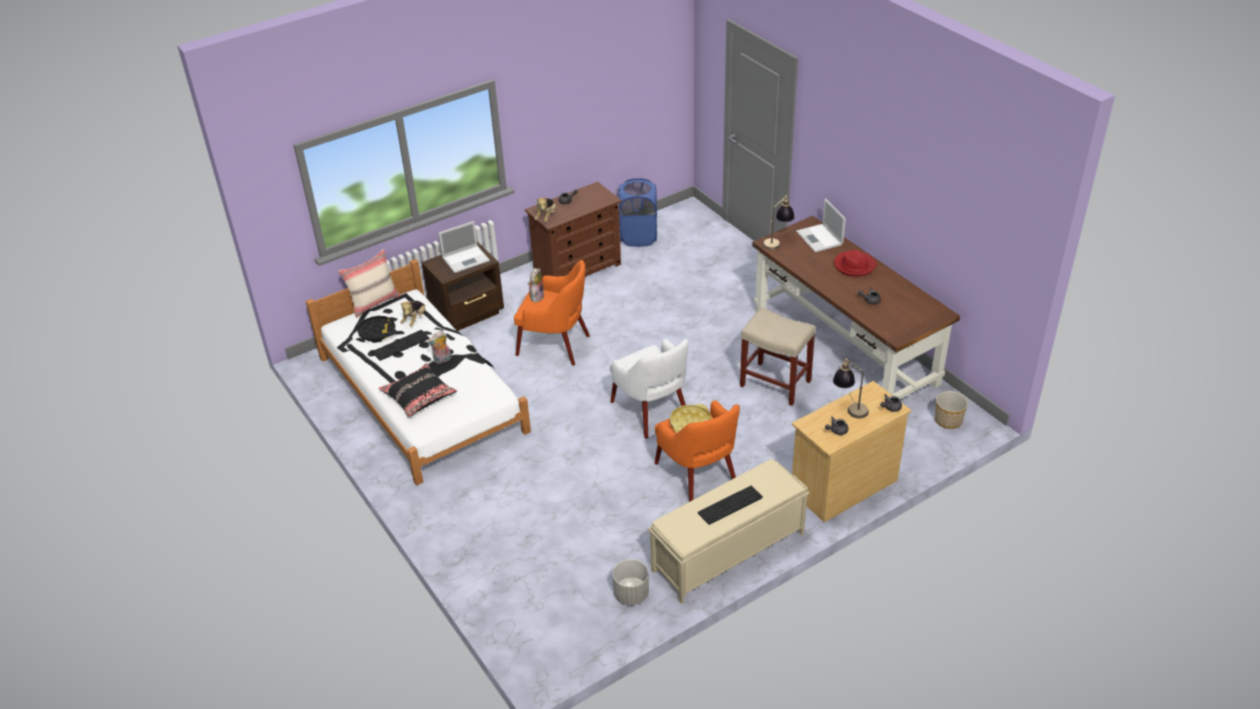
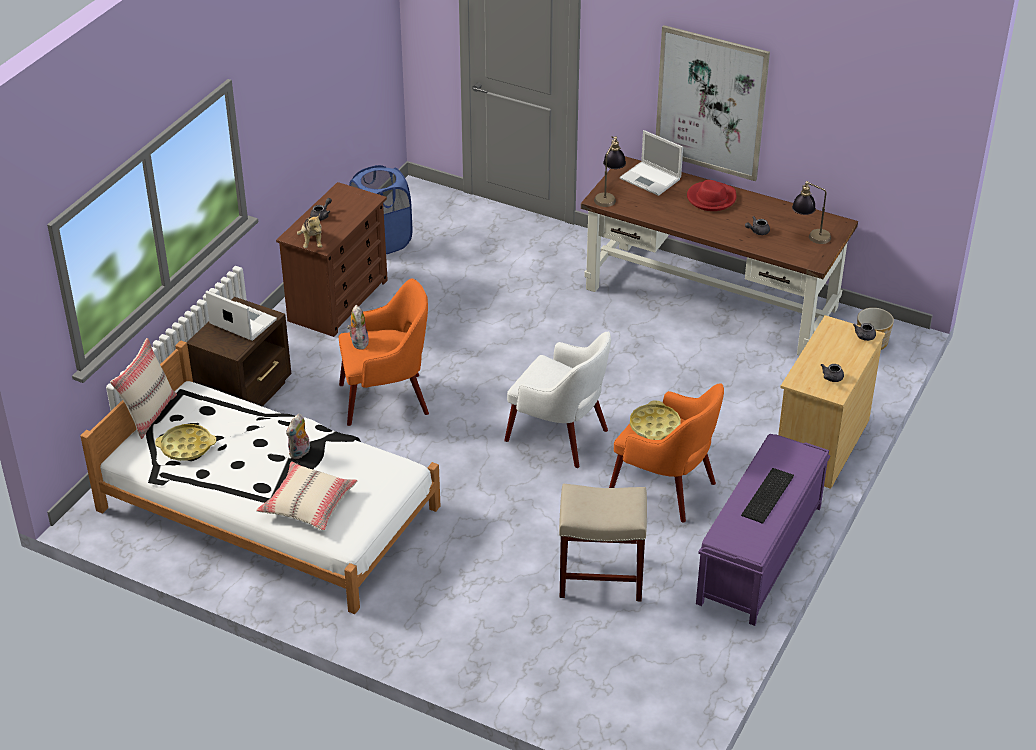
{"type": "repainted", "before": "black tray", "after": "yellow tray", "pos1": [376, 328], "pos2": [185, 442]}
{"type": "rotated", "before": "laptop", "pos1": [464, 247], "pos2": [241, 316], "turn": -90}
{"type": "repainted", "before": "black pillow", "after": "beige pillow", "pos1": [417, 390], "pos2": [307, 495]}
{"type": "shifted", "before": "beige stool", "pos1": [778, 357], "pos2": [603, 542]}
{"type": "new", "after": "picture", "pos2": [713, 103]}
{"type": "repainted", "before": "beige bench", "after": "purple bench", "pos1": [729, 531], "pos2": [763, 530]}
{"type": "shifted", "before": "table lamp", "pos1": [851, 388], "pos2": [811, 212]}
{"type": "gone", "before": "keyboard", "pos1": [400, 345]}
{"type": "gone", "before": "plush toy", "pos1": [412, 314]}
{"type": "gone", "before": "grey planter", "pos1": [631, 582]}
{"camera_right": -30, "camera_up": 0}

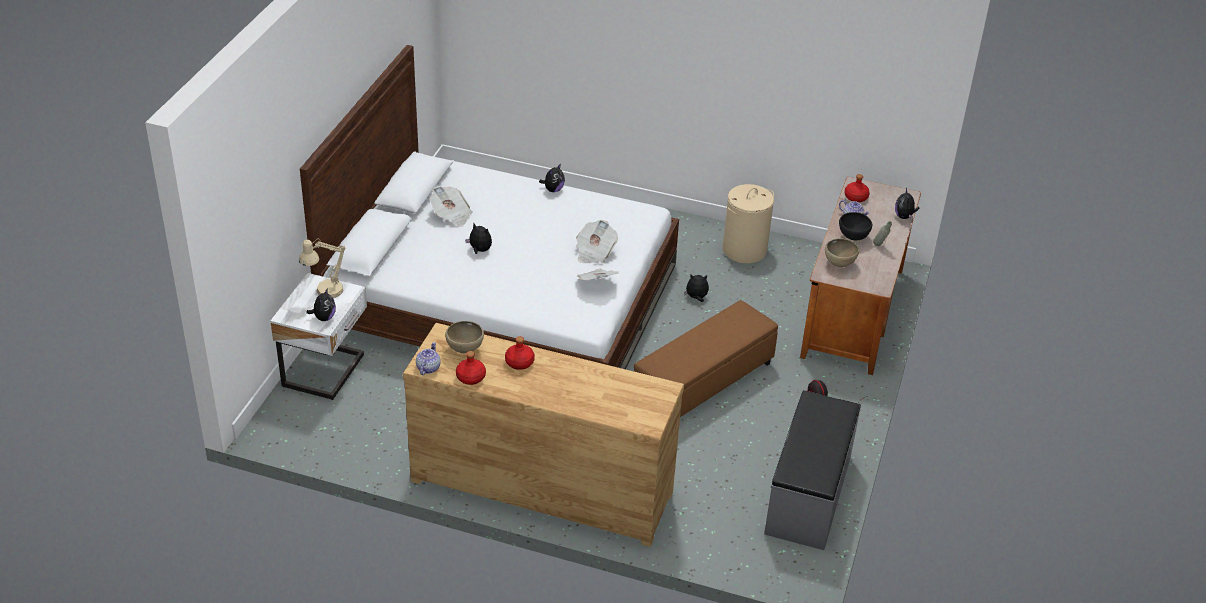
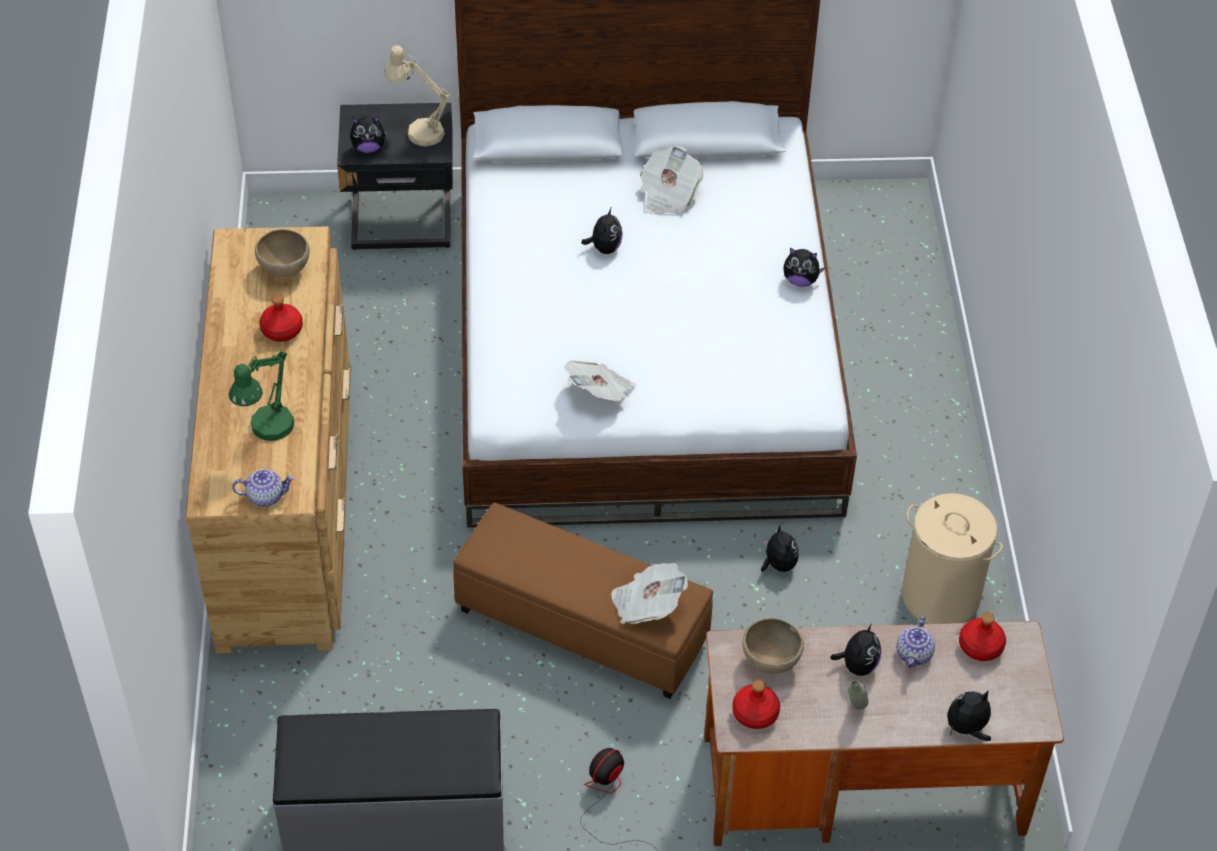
{"type": "new", "after": "green table lamp", "pos2": [261, 395]}
{"type": "shifted", "before": "teapot", "pos1": [428, 358], "pos2": [263, 488]}
{"type": "repainted", "before": "white nightstand", "after": "black nightstand", "pos1": [318, 336], "pos2": [395, 176]}
{"type": "shifted", "before": "newspaper", "pos1": [597, 241], "pos2": [649, 593]}
{"type": "shifted", "before": "red bottle", "pos1": [471, 368], "pos2": [756, 704]}
{"type": "swapped", "before": "black bowl", "after": "plush toy", "pos1": [856, 226], "pos2": [855, 650]}
{"camera_right": 70, "camera_up": 10}

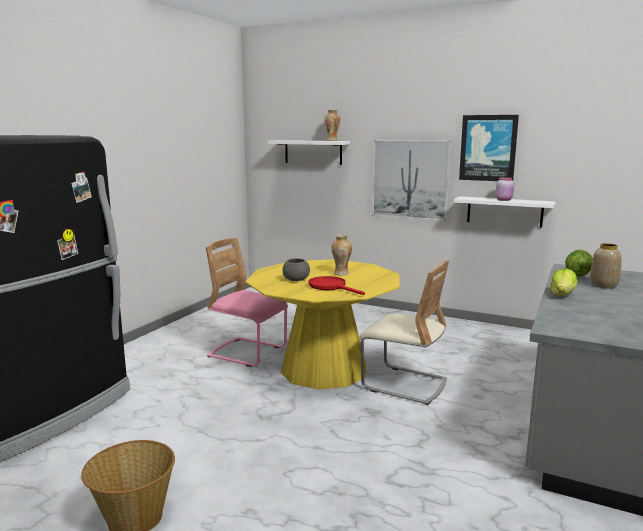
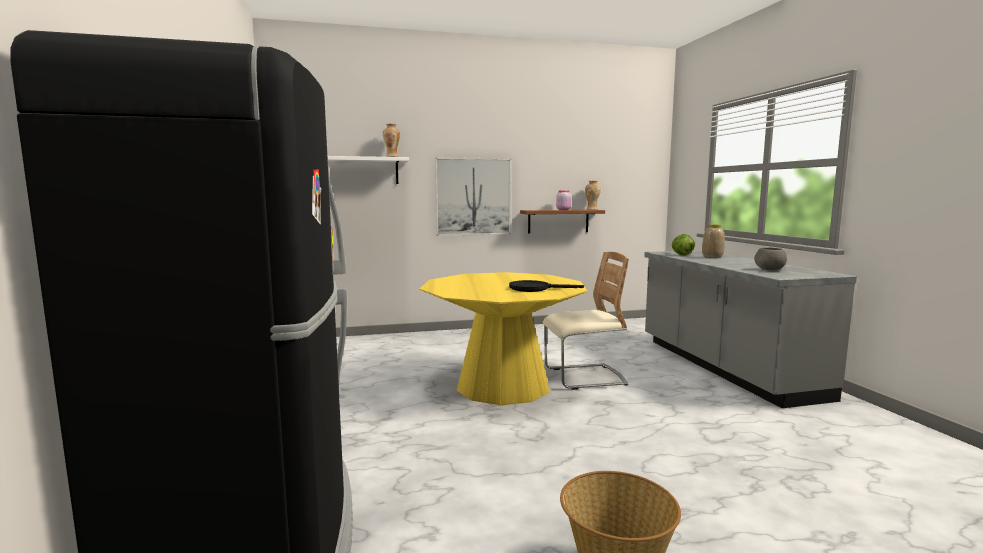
{"type": "repainted", "before": "red frying pan", "after": "black frying pan", "pos1": [336, 285], "pos2": [546, 286]}
{"type": "repainted", "before": "white shelf", "after": "brown shelf", "pos1": [505, 212], "pos2": [562, 221]}
{"type": "shifted", "before": "vase", "pos1": [341, 255], "pos2": [593, 195]}
{"type": "shifted", "before": "grey bowl", "pos1": [296, 269], "pos2": [770, 259]}
{"type": "gone", "before": "pink chair", "pos1": [247, 302]}
{"type": "gone", "before": "picture", "pos1": [489, 148]}
{"type": "gone", "before": "lettuce", "pos1": [564, 282]}
{"camera_right": -40, "camera_up": -5}

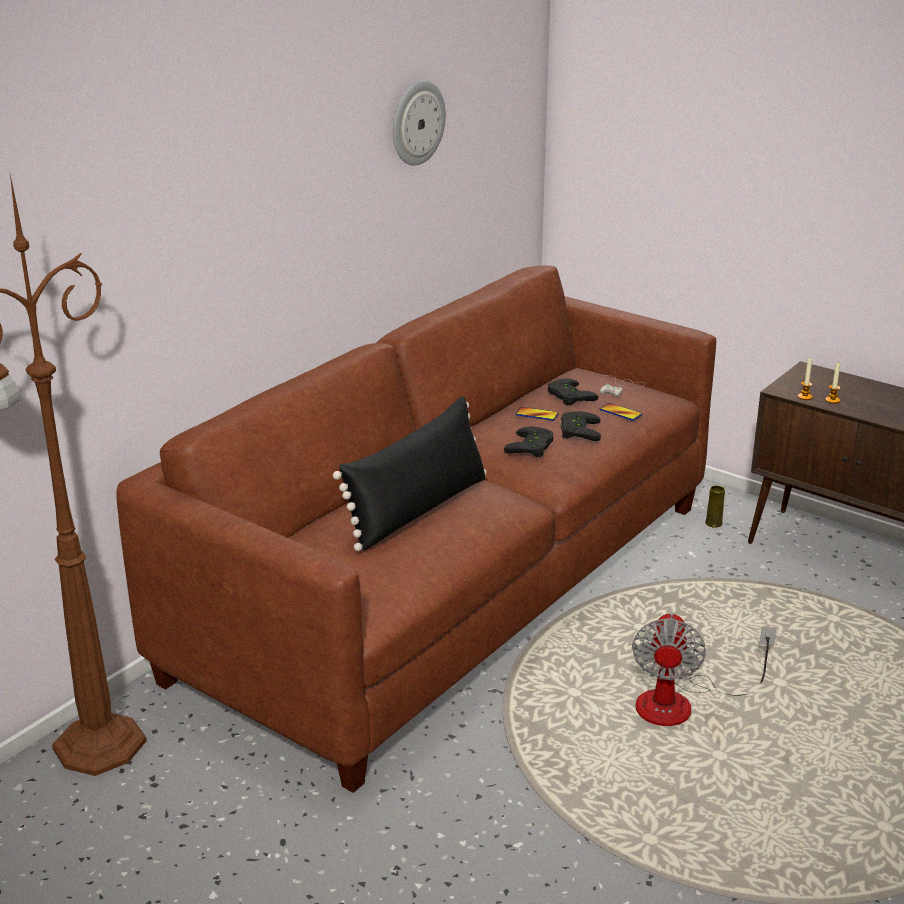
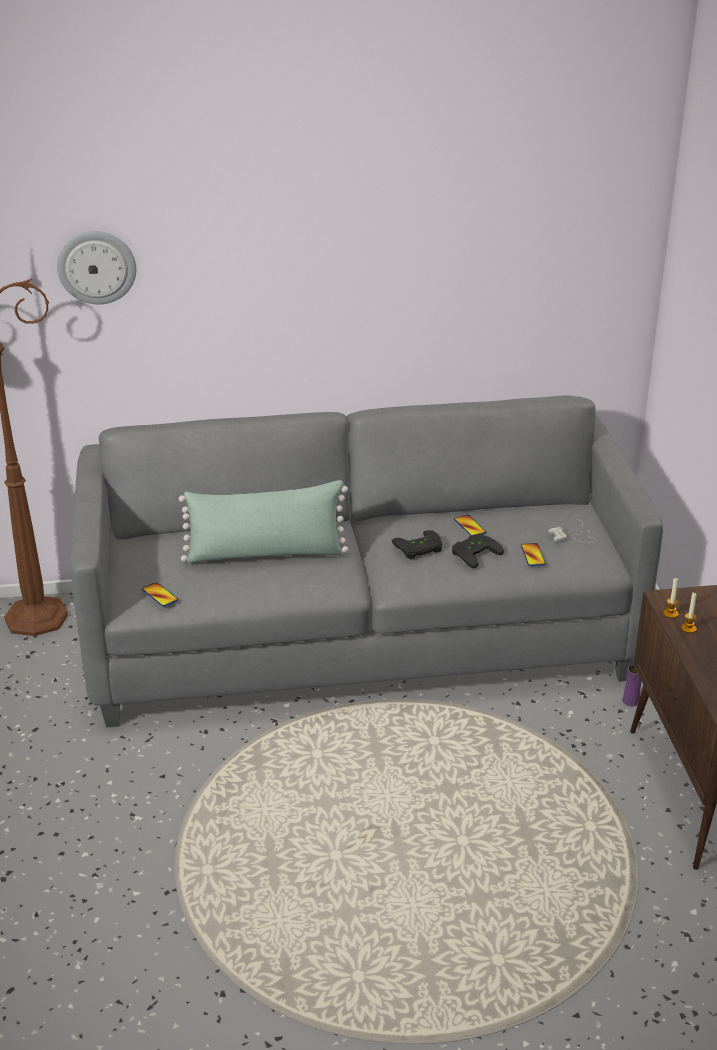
{"type": "shifted", "before": "wall clock", "pos1": [419, 123], "pos2": [96, 267]}
{"type": "repainted", "before": "brown sofa", "after": "grey sofa", "pos1": [416, 529], "pos2": [366, 561]}
{"type": "new", "after": "phone", "pos2": [160, 594]}
{"type": "repainted", "before": "black pillow", "after": "green pillow", "pos1": [410, 473], "pos2": [264, 521]}
{"type": "repainted", "before": "yellow vase", "after": "purple vase", "pos1": [715, 506], "pos2": [631, 685]}
{"type": "gone", "before": "black game controller", "pos1": [573, 392]}
{"type": "gone", "before": "fan", "pos1": [704, 669]}
{"camera_right": 45, "camera_up": 5}

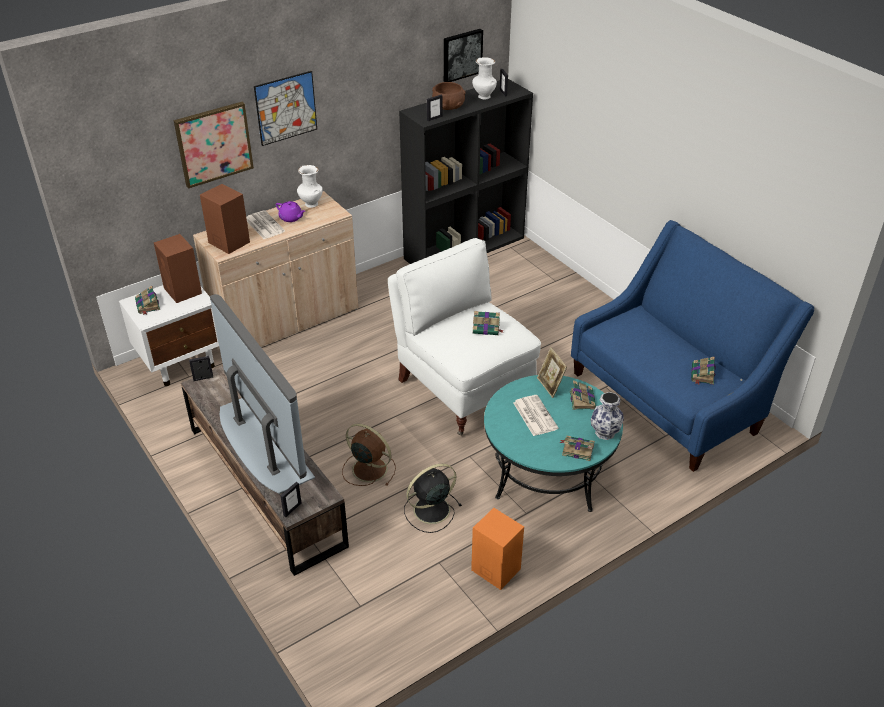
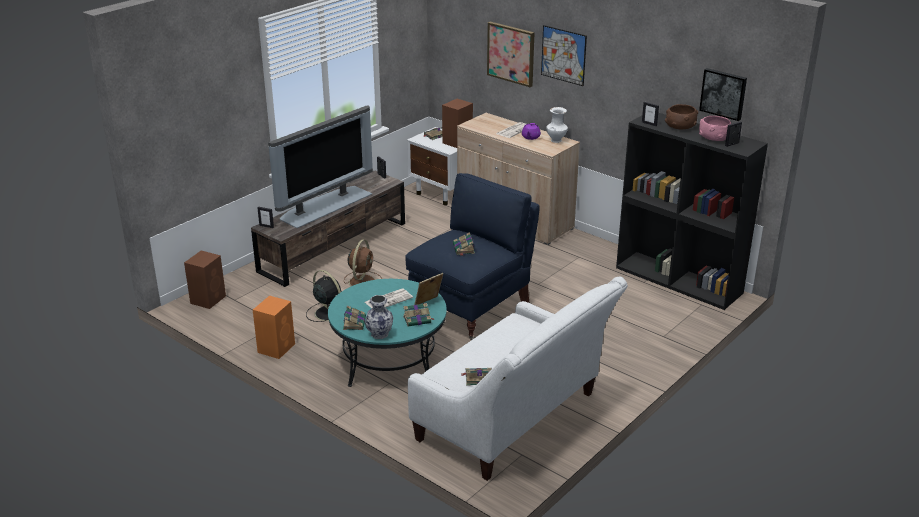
{"type": "shifted", "before": "brown speaker", "pos1": [225, 219], "pos2": [205, 279]}
{"type": "repainted", "before": "white armchair", "after": "blue armchair", "pos1": [464, 336], "pos2": [472, 256]}
{"type": "repainted", "before": "blue sofa", "after": "white sofa", "pos1": [692, 346], "pos2": [518, 379]}
{"type": "swapped", "before": "white vase", "after": "pink bowl", "pos1": [484, 78], "pos2": [715, 128]}
{"camera_right": 75, "camera_up": -10}

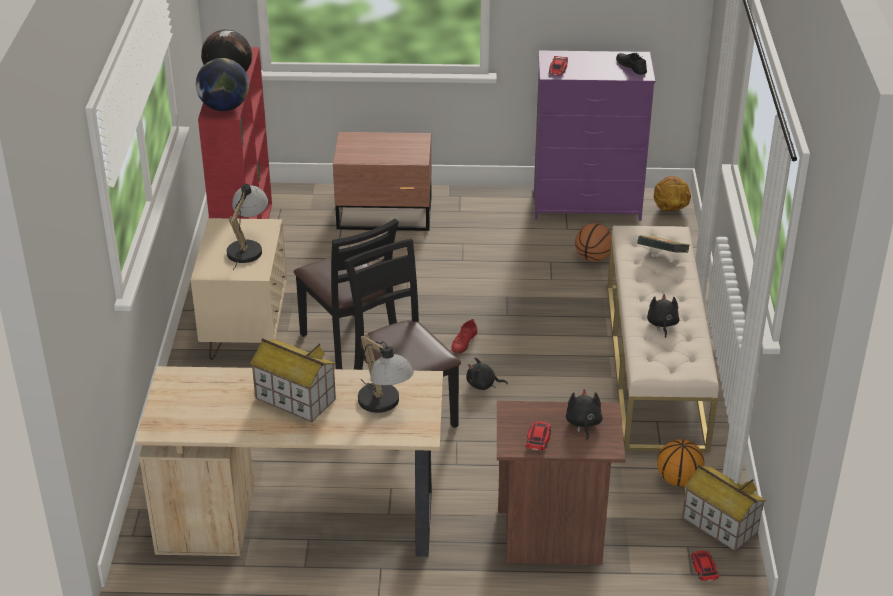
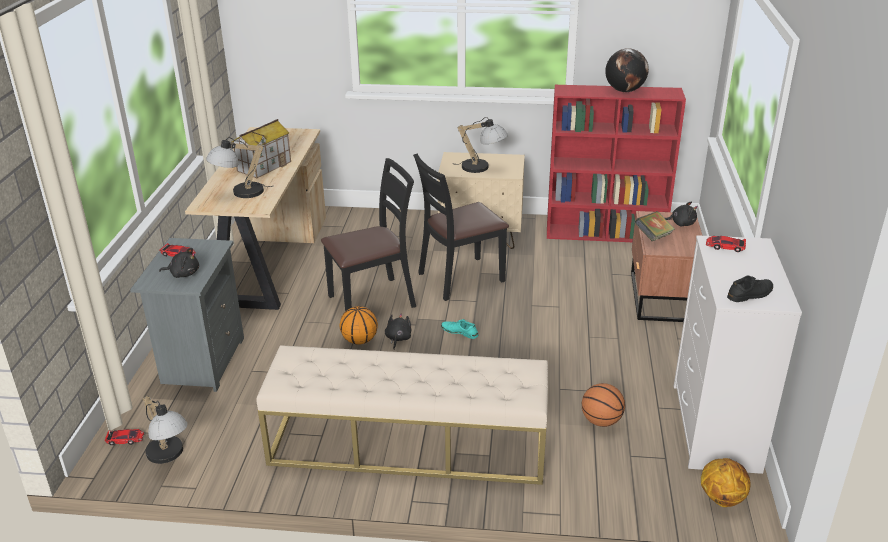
{"type": "repainted", "before": "brown nightstand", "after": "grey nightstand", "pos1": [561, 483], "pos2": [187, 315]}
{"type": "swapped", "before": "toy house", "after": "table lamp", "pos1": [724, 508], "pos2": [165, 430]}
{"type": "shifted", "before": "basketball", "pos1": [681, 463], "pos2": [359, 325]}
{"type": "repainted", "before": "red shoe", "after": "turquoise shoe", "pos1": [464, 336], "pos2": [459, 329]}
{"type": "shifted", "before": "book", "pos1": [663, 244], "pos2": [654, 226]}
{"type": "shifted", "before": "black plush toy", "pos1": [663, 316], "pos2": [681, 213]}
{"type": "repainted", "before": "purple dresser", "after": "white dresser", "pos1": [594, 136], "pos2": [737, 354]}
{"type": "gone", "before": "globe", "pos1": [222, 84]}
{"camera_right": 95, "camera_up": -5}

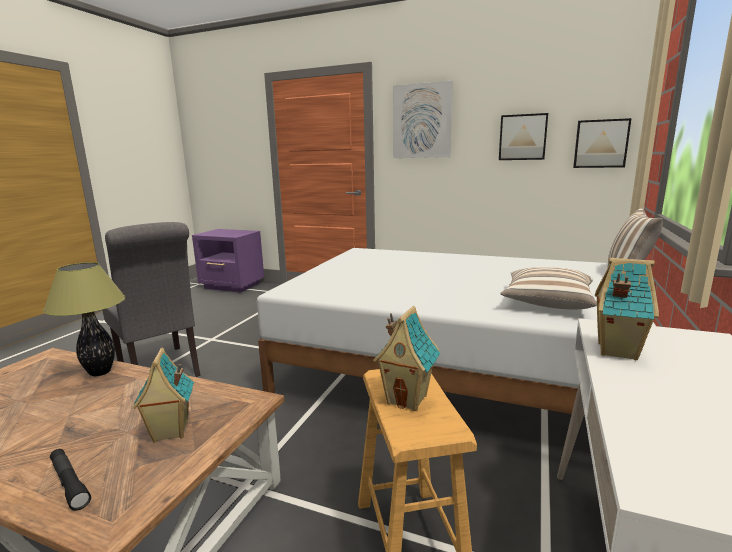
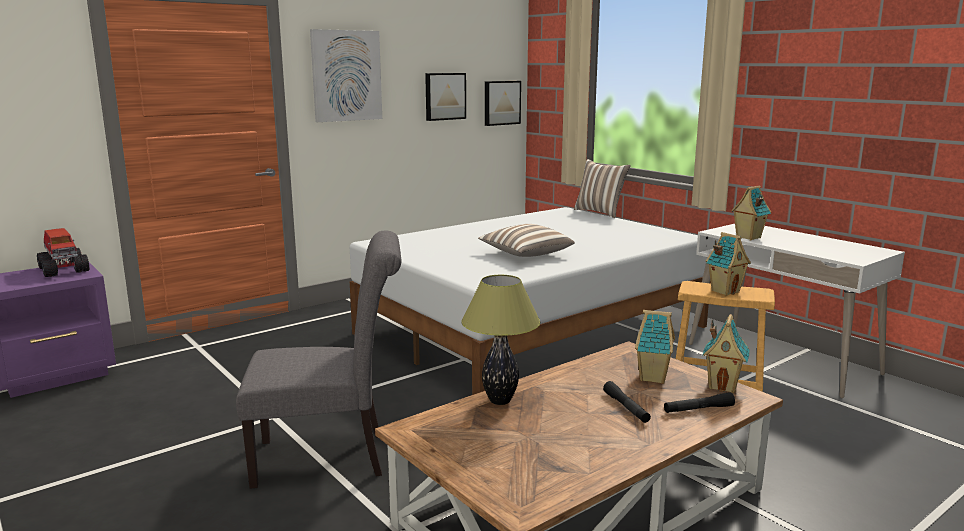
{"type": "new", "after": "toy truck", "pos2": [63, 252]}
{"type": "shifted", "before": "pillow", "pos1": [548, 288], "pos2": [526, 240]}
{"type": "new", "after": "black flashlight", "pos2": [627, 402]}
{"type": "new", "after": "toy house", "pos2": [726, 353]}
{"camera_right": -60, "camera_up": 0}

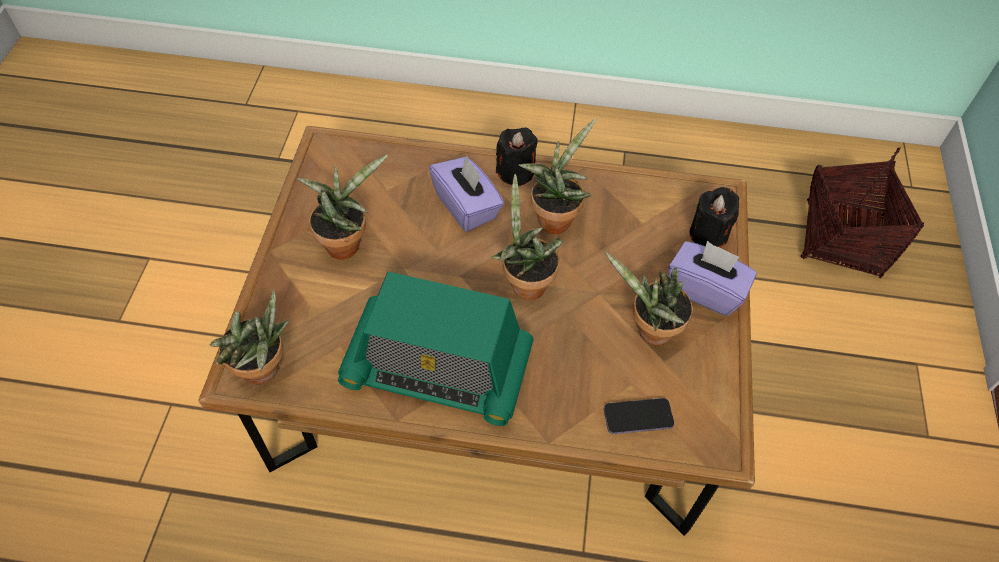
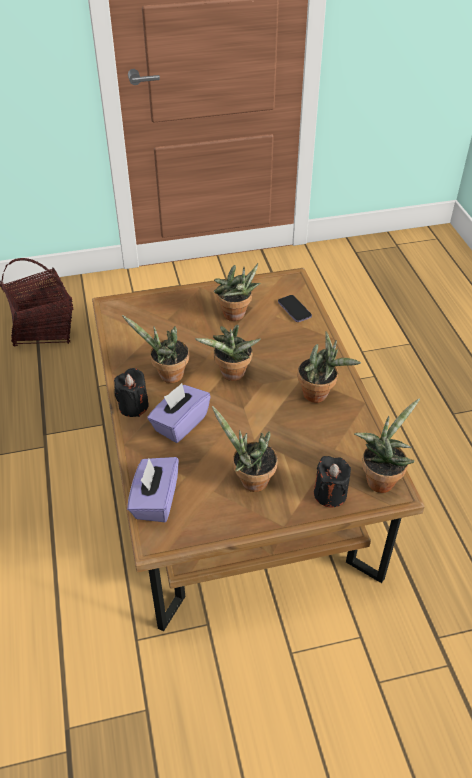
{"type": "shifted", "before": "purple tissue box", "pos1": [712, 278], "pos2": [153, 489]}
{"type": "swapped", "before": "radio", "after": "potted plant", "pos1": [436, 348], "pos2": [329, 367]}
{"type": "shifted", "before": "black candle", "pos1": [714, 217], "pos2": [332, 482]}
{"camera_right": -110, "camera_up": -10}

